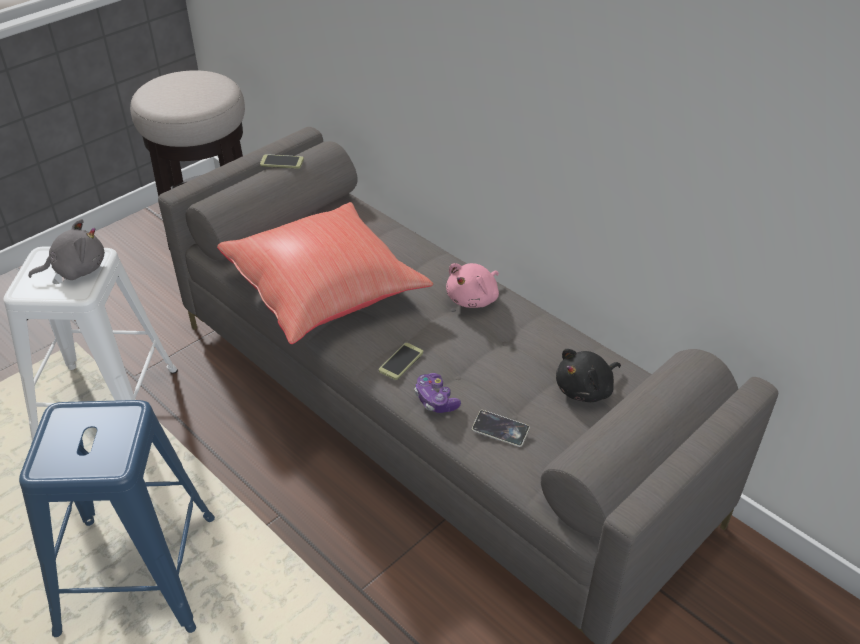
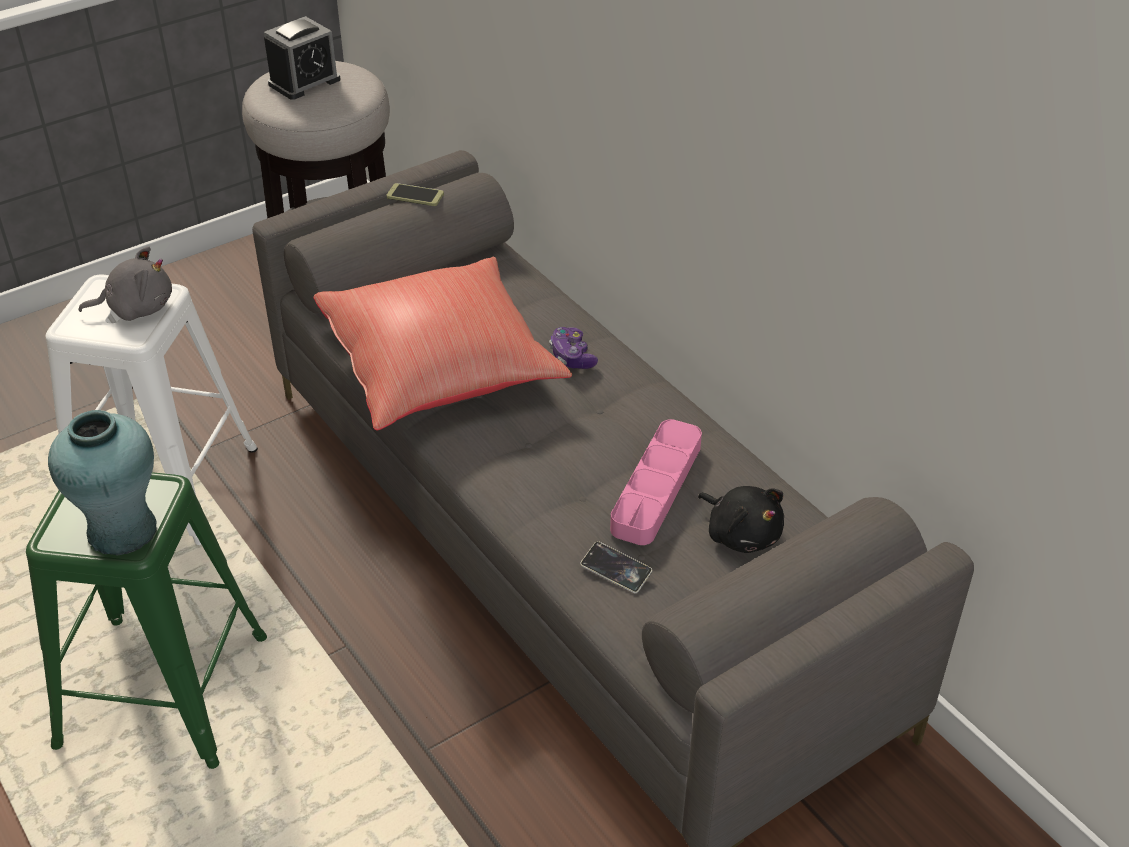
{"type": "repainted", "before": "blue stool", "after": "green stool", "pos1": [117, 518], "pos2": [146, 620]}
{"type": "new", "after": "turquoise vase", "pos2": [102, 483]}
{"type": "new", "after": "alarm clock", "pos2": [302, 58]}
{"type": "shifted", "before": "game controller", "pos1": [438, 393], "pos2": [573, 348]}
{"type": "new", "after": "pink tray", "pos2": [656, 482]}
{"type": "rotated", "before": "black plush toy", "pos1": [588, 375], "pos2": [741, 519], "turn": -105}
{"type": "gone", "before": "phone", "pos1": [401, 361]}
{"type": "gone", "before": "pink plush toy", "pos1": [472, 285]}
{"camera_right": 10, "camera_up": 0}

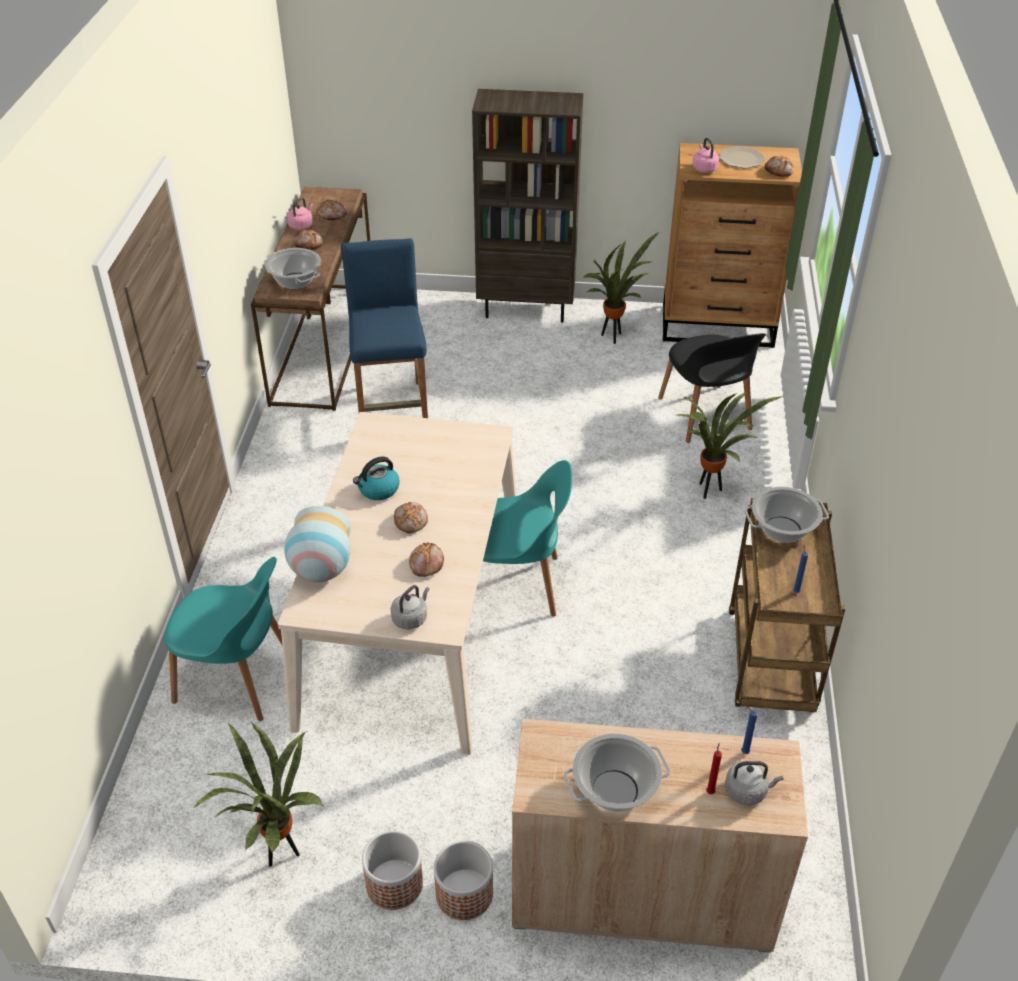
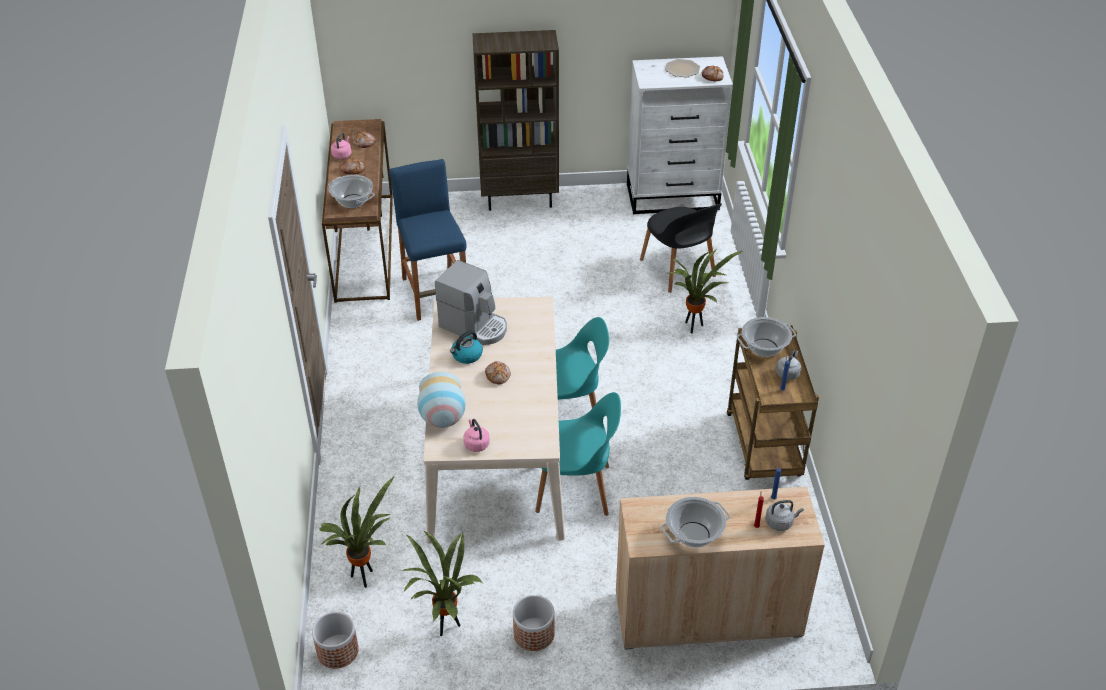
{"type": "shifted", "before": "planter", "pos1": [463, 880], "pos2": [335, 640]}
{"type": "shifted", "before": "potted plant", "pos1": [621, 288], "pos2": [357, 532]}
{"type": "new", "after": "coffee machine", "pos2": [471, 302]}
{"type": "shifted", "before": "pink kettle", "pos1": [705, 155], "pos2": [476, 435]}
{"type": "shifted", "before": "turquoise chair", "pos1": [223, 639], "pos2": [578, 454]}
{"type": "repainted", "before": "brown dresser", "after": "white dresser", "pos1": [732, 245], "pos2": [680, 135]}
{"type": "shifted", "before": "grey kettle", "pos1": [410, 607], "pos2": [788, 364]}
{"type": "gone", "before": "bread", "pos1": [426, 559]}
{"camera_right": -10, "camera_up": 0}

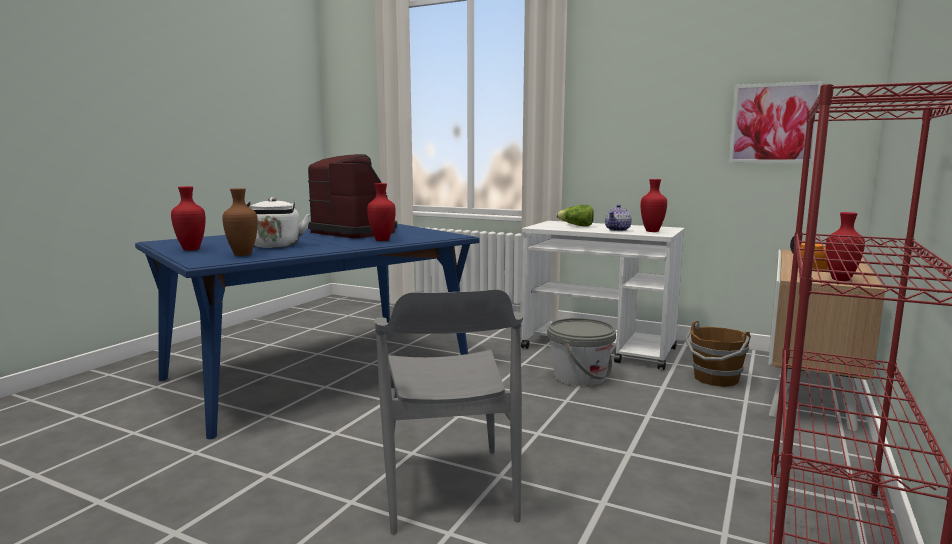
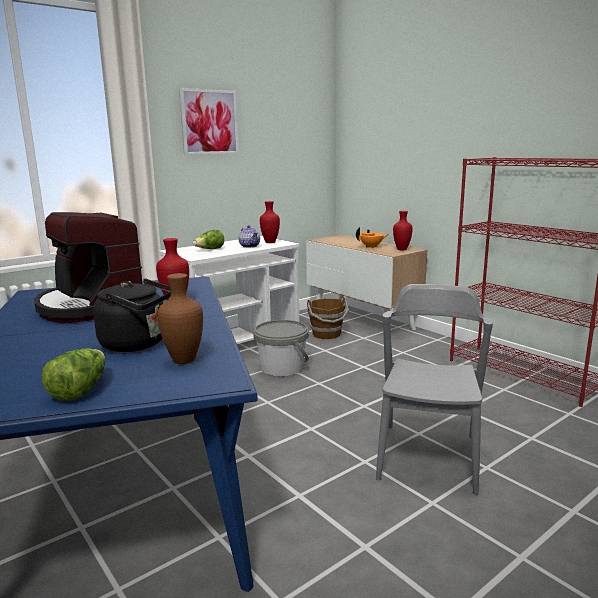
{"type": "rotated", "before": "coffee machine", "pos1": [352, 196], "pos2": [88, 267], "turn": -105}
{"type": "swapped", "before": "red vase", "after": "lettuce", "pos1": [188, 218], "pos2": [73, 374]}
{"type": "repainted", "before": "white kettle", "after": "black kettle", "pos1": [278, 222], "pos2": [132, 315]}
{"type": "shifted", "before": "picture", "pos1": [776, 122], "pos2": [209, 121]}
{"type": "rotated", "before": "grey chair", "pos1": [449, 412], "pos2": [434, 389], "turn": -90}
{"camera_right": -65, "camera_up": 5}

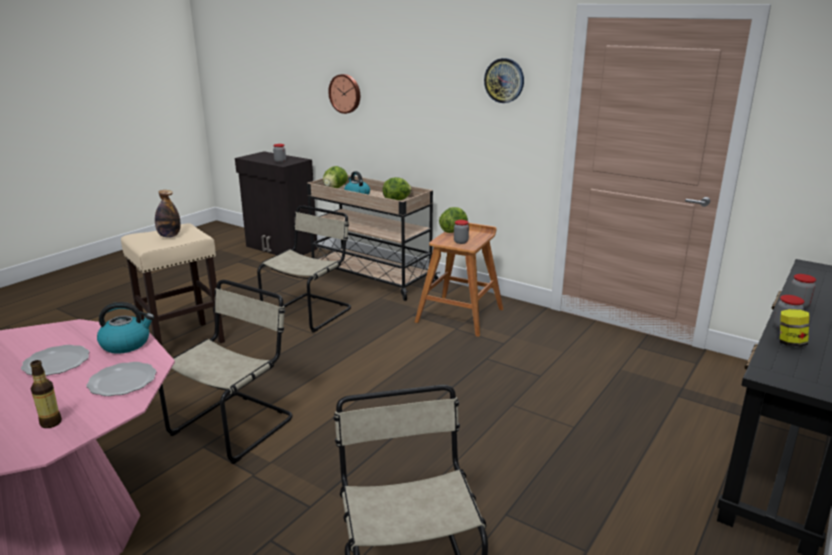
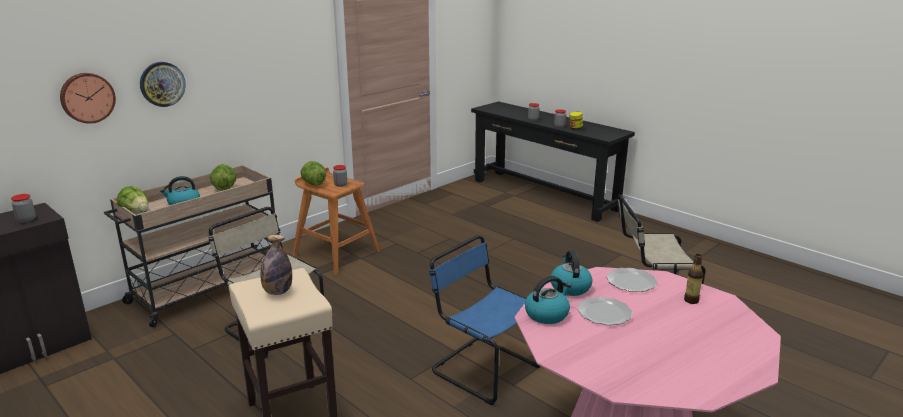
{"type": "shifted", "before": "wall clock", "pos1": [504, 80], "pos2": [163, 84]}
{"type": "repainted", "before": "beige chair", "after": "blue chair", "pos1": [226, 372], "pos2": [484, 320]}
{"type": "new", "after": "kettle", "pos2": [548, 300]}
{"camera_right": -80, "camera_up": 0}

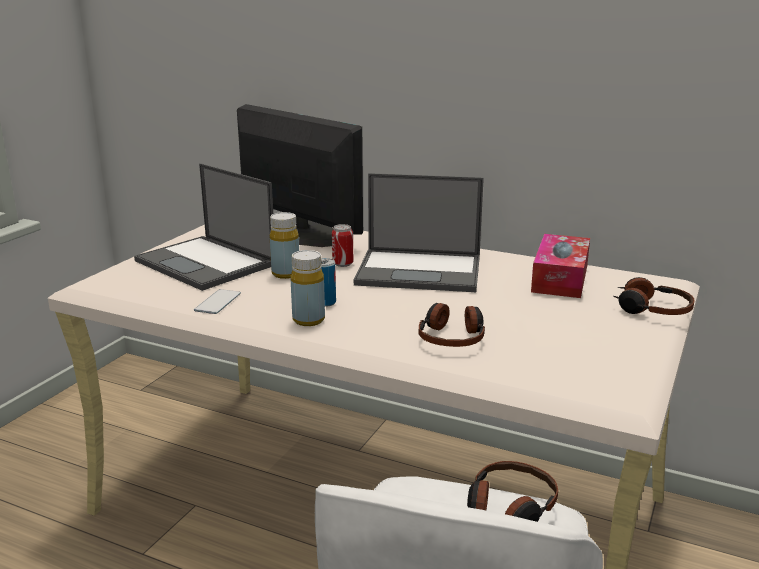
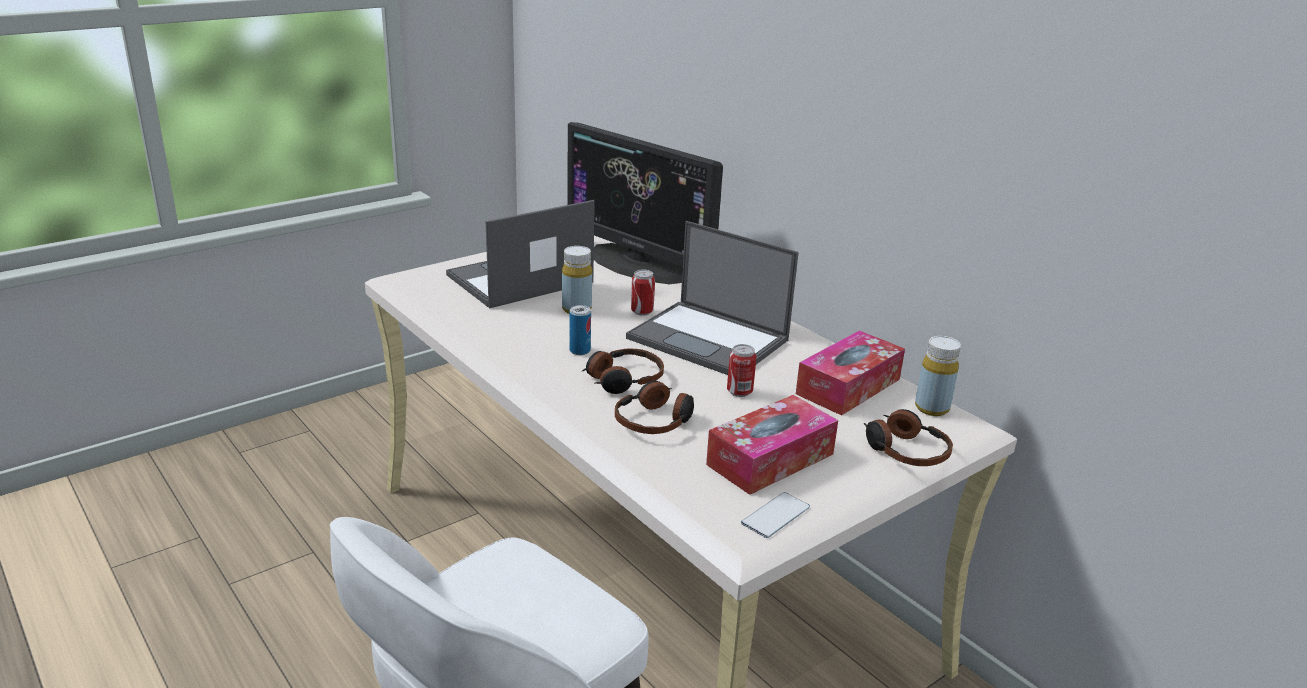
{"type": "rotated", "before": "laptop", "pos1": [203, 227], "pos2": [520, 254], "turn": 75}
{"type": "rotated", "before": "monitor", "pos1": [300, 175], "pos2": [645, 203], "turn": 150}
{"type": "shifted", "before": "headphones", "pos1": [512, 491], "pos2": [623, 371]}
{"type": "new", "after": "tissue box", "pos2": [772, 445]}
{"type": "new", "after": "can", "pos2": [741, 370]}
{"type": "shifted", "before": "phone", "pos1": [217, 301], "pos2": [775, 515]}
{"type": "shifted", "before": "yellow bottle", "pos1": [308, 288], "pos2": [938, 376]}
{"camera_right": 25, "camera_up": 5}

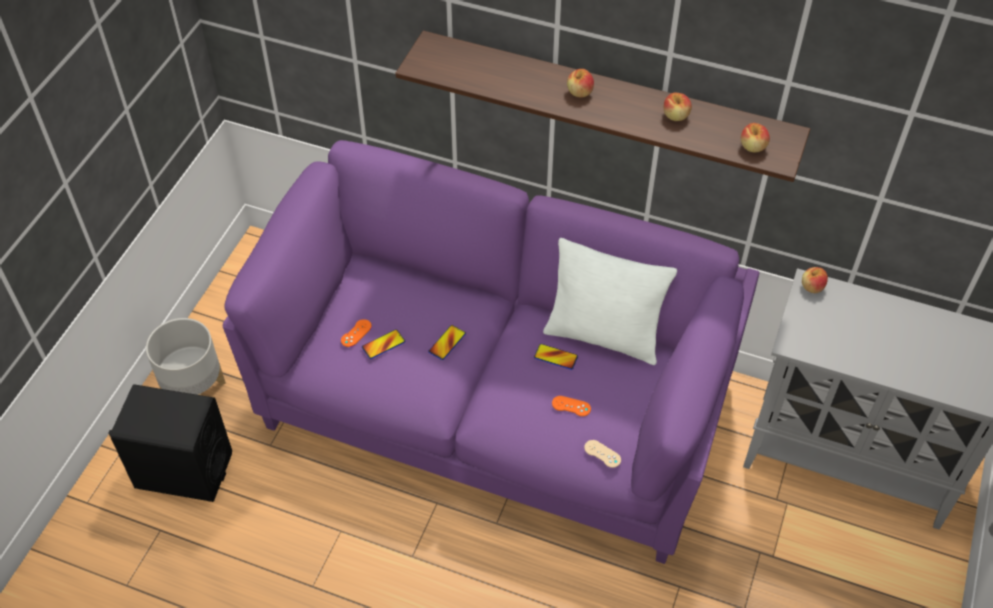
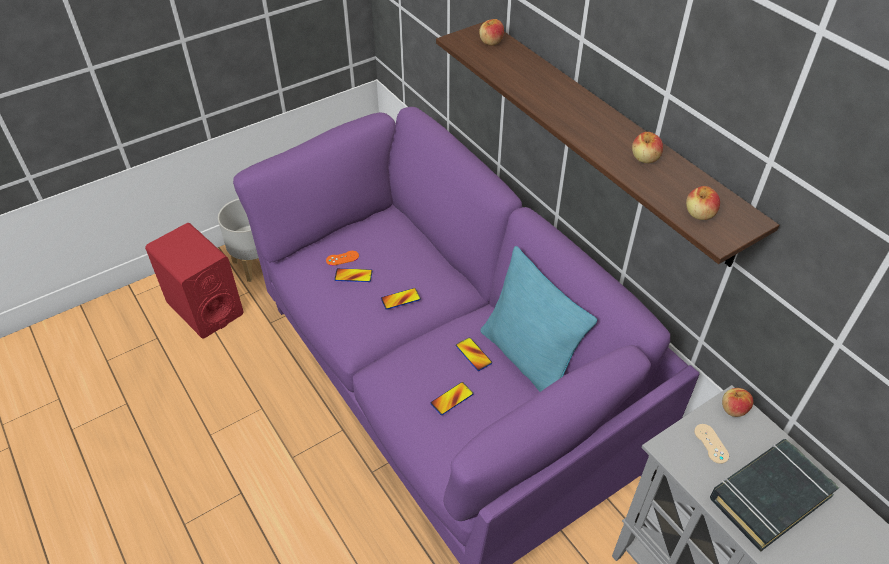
{"type": "repainted", "before": "black speaker", "after": "red speaker", "pos1": [170, 443], "pos2": [194, 281]}
{"type": "swapped", "before": "orange game controller", "after": "phone", "pos1": [571, 406], "pos2": [451, 398]}
{"type": "shifted", "before": "apple", "pos1": [580, 83], "pos2": [491, 32]}
{"type": "repainted", "before": "white pillow", "after": "turquoise pillow", "pos1": [610, 301], "pos2": [538, 319]}
{"type": "shifted", "before": "beige game controller", "pos1": [602, 454], "pos2": [711, 444]}
{"type": "new", "after": "black book", "pos2": [774, 495]}
{"camera_right": 35, "camera_up": -5}

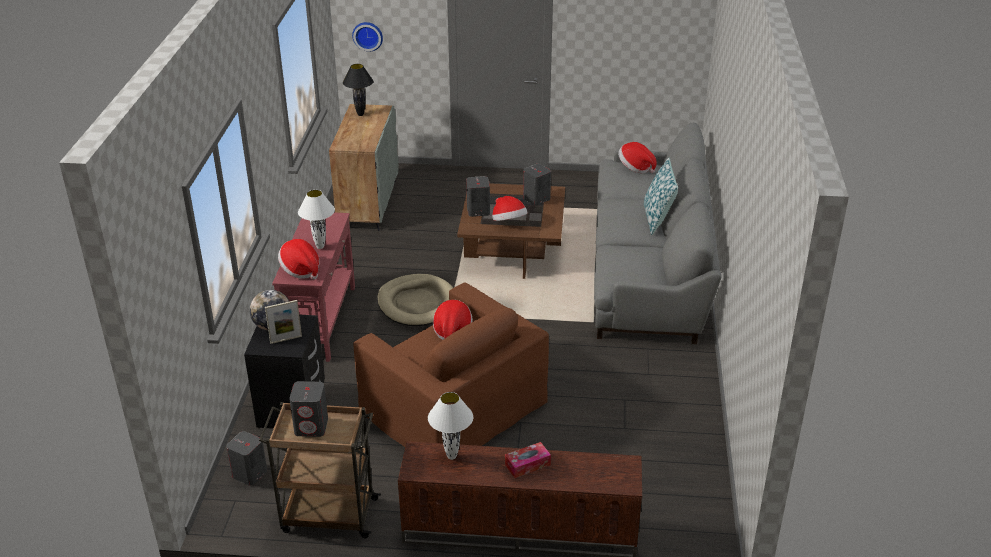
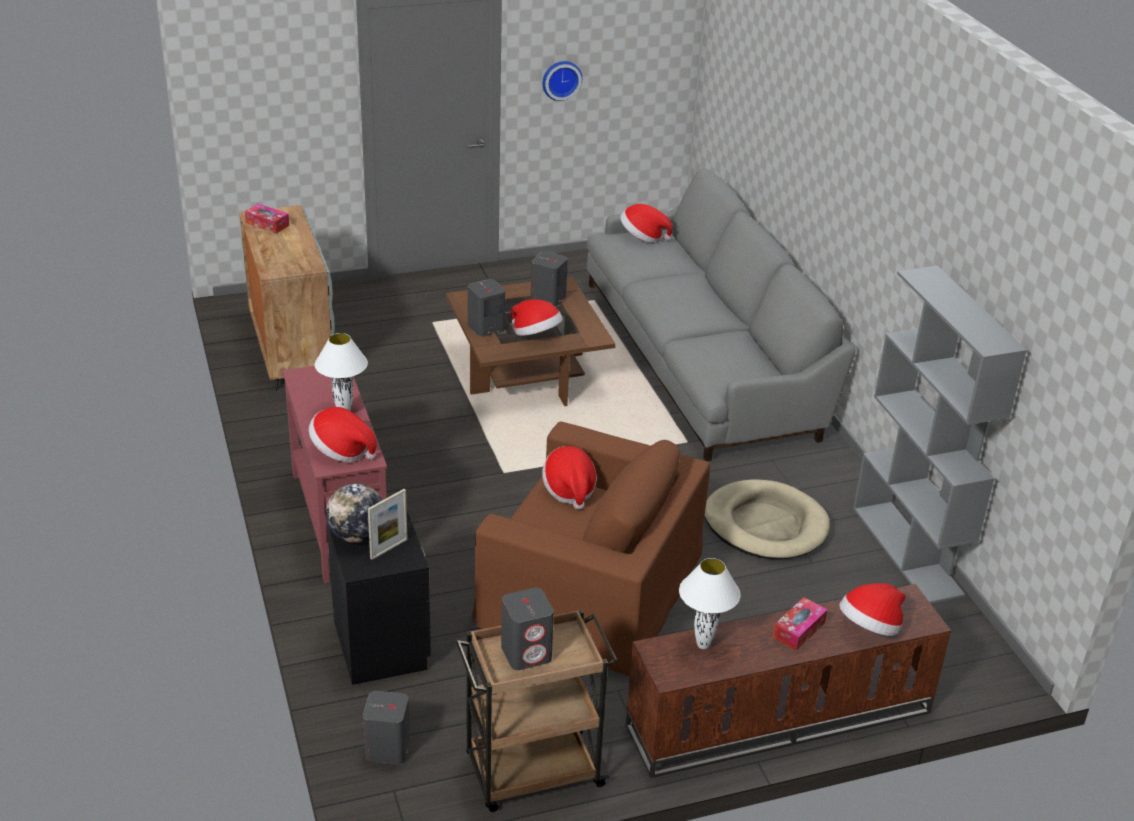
{"type": "swapped", "before": "black table lamp", "after": "tissue box", "pos1": [358, 90], "pos2": [267, 219]}
{"type": "shifted", "before": "wall clock", "pos1": [367, 36], "pos2": [562, 81]}
{"type": "shifted", "before": "beige dog bed", "pos1": [415, 300], "pos2": [767, 519]}
{"type": "new", "after": "hat", "pos2": [872, 609]}
{"type": "new", "after": "grey bookcase", "pos2": [940, 435]}
{"type": "gone", "before": "pillow", "pos1": [661, 196]}
{"camera_right": -25, "camera_up": 0}

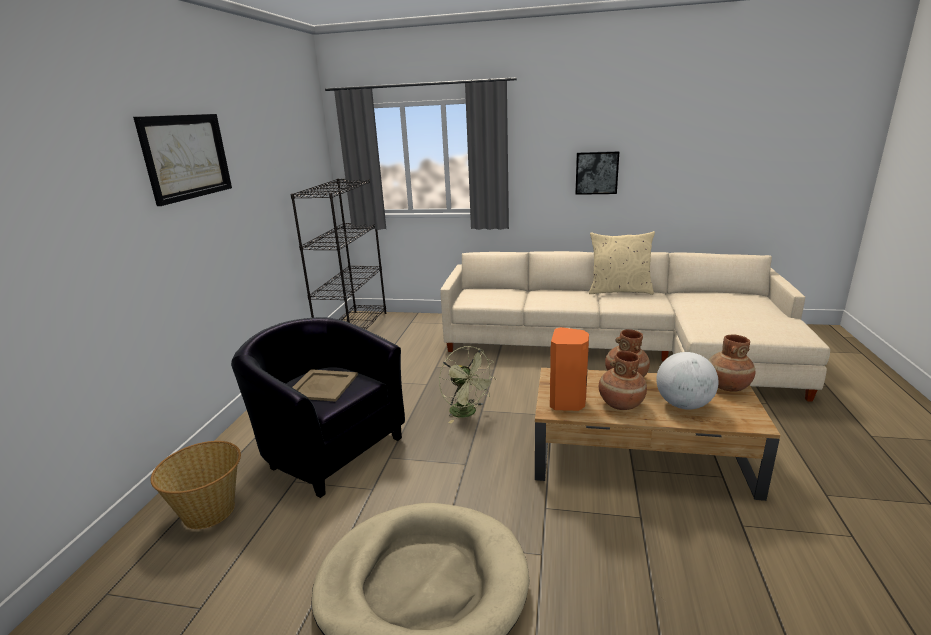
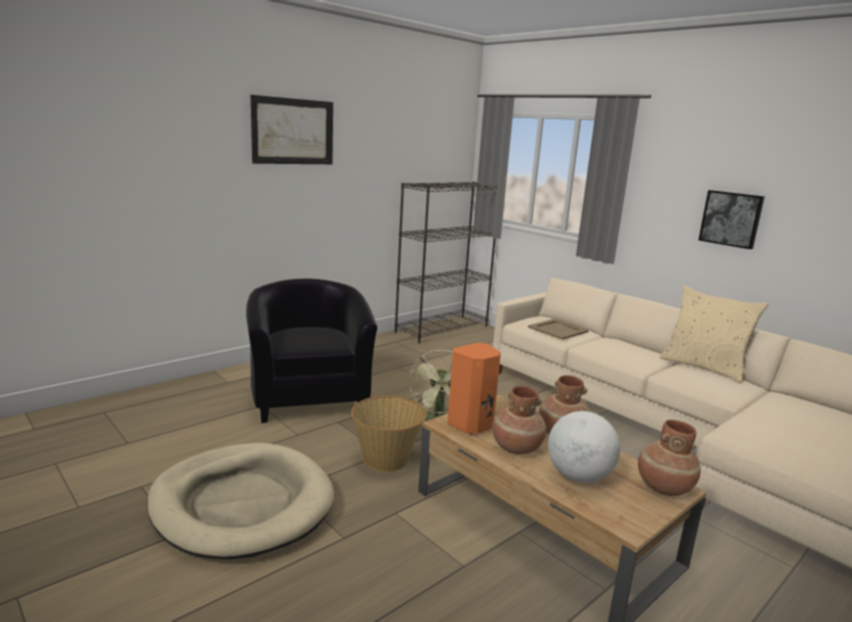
{"type": "shifted", "before": "basket", "pos1": [196, 485], "pos2": [389, 434]}
{"type": "shifted", "before": "beige tray", "pos1": [325, 385], "pos2": [558, 329]}
{"camera_right": 35, "camera_up": -5}

